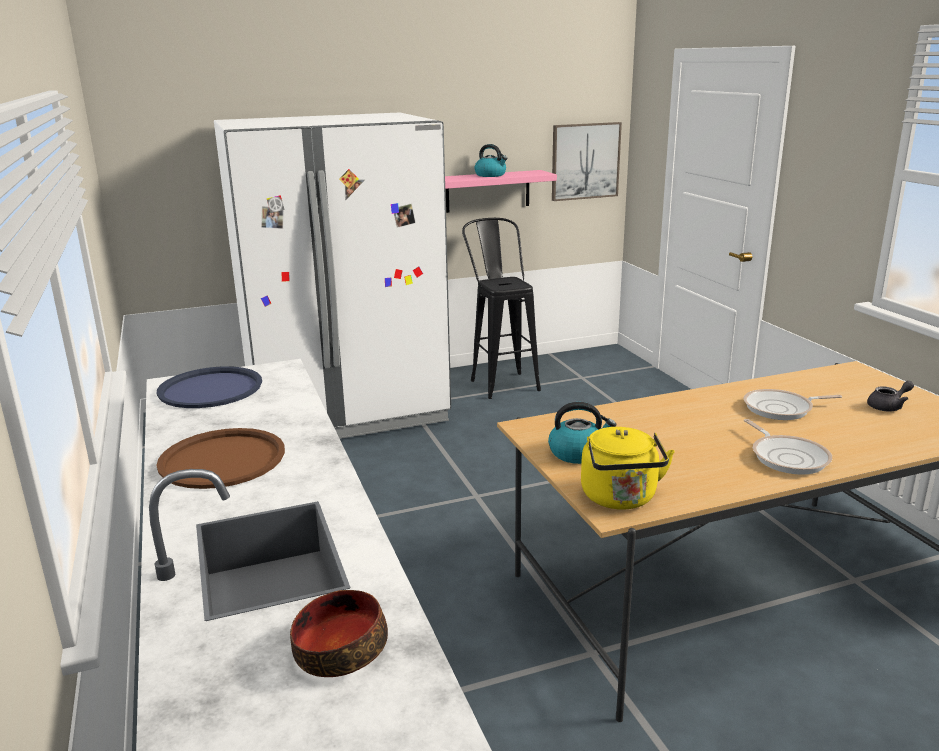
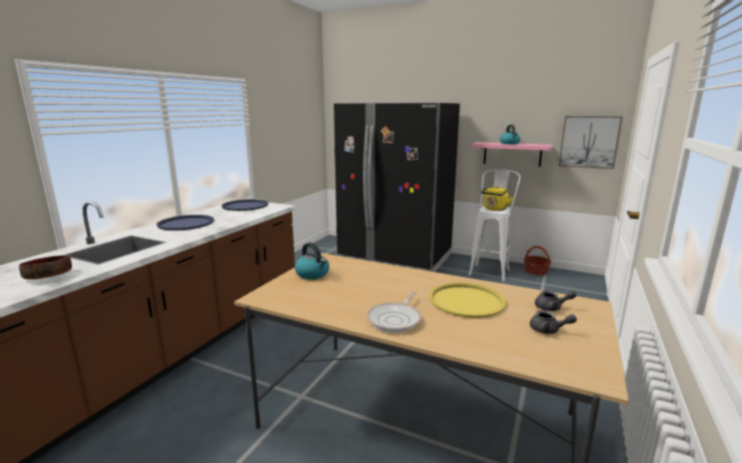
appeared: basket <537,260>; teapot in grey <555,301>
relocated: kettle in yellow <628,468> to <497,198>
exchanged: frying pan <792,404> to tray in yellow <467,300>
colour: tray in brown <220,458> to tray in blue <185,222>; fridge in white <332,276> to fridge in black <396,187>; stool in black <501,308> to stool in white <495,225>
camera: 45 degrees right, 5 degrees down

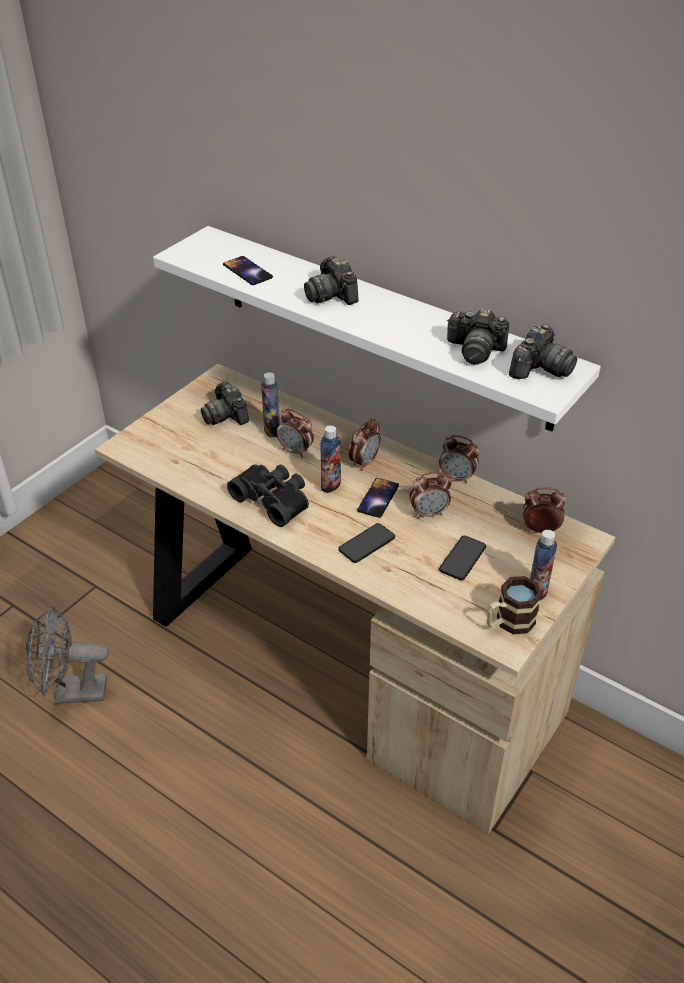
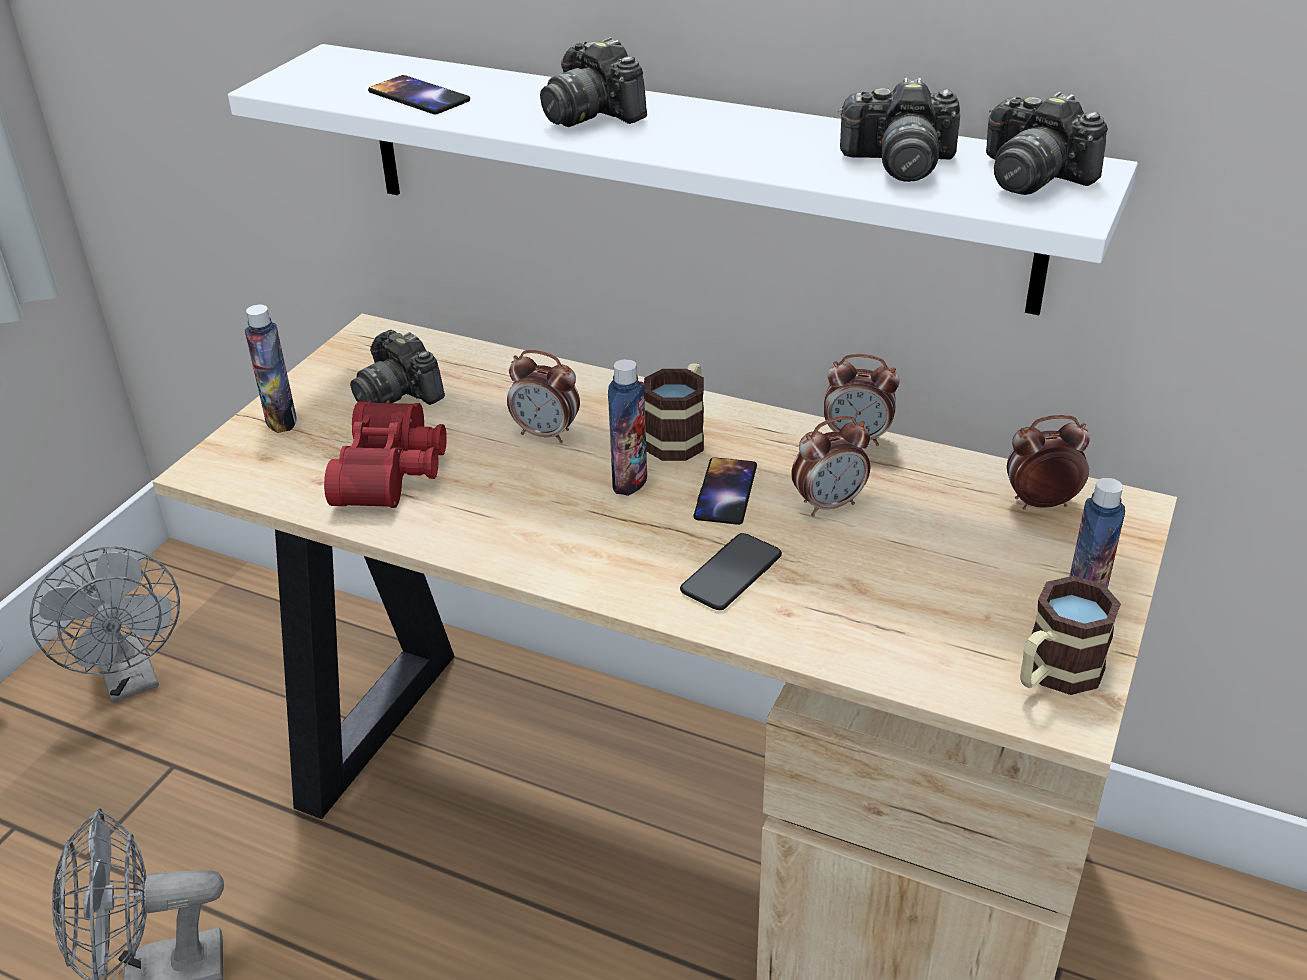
missing: binoculars in black <268,495>; phone <462,558>
appeared: fan in grey <105,624>; binoculars in red <385,455>
relocated: bottle <270,404> to <271,369>
exchanged: alarm clock <365,444> to mug <674,412>
spun: photo camera <543,351> = <1047,143> 105 degrees clockwise
camera: 10 degrees left, 5 degrees down

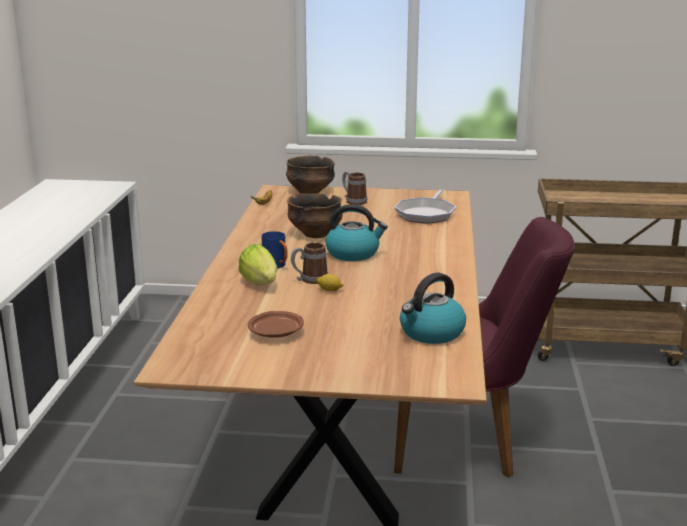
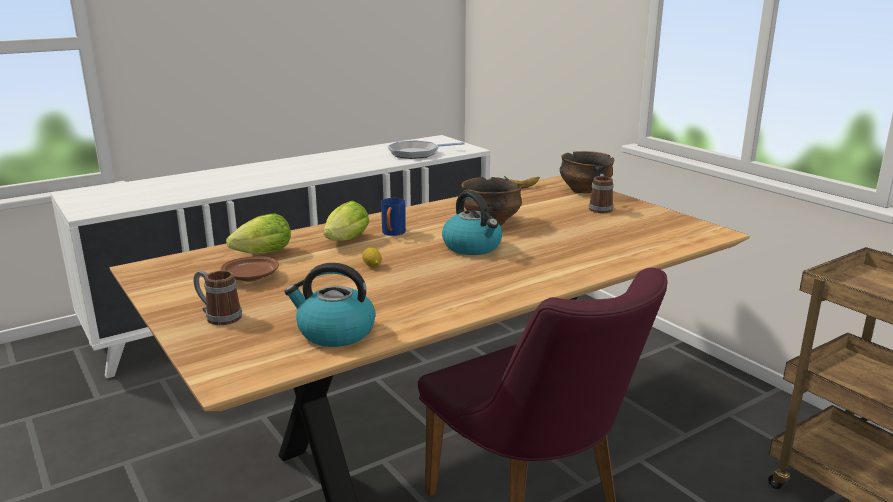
appeared: lettuce <258,233>
relocated: mug <309,263> to <217,298>; frying pan <425,206> to <426,149>
camera: 50 degrees right, 0 degrees up

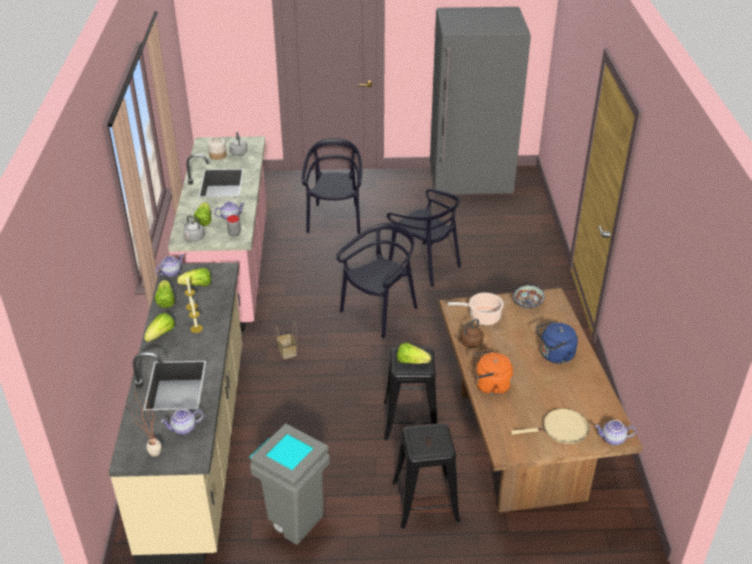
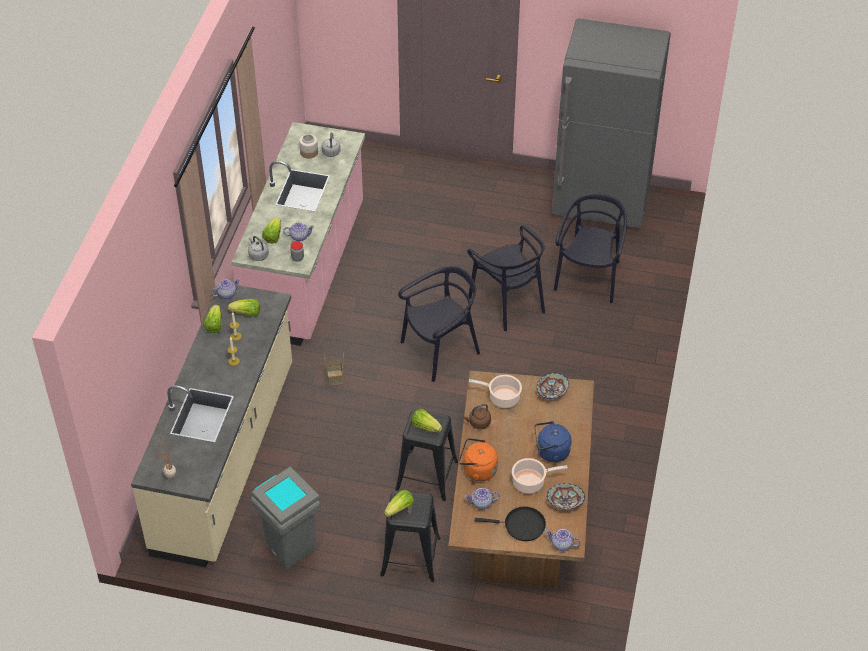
appeared: cooking pot <540,476>; bowl <566,496>
relocated: lettuce <159,327> to <399,503>; teapot <182,422> to <482,499>; chair in black <332,186> to <590,247>
colour: frying pan in beige <550,426> to frying pan in black <510,524>
camera: 15 degrees right, 10 degrees up

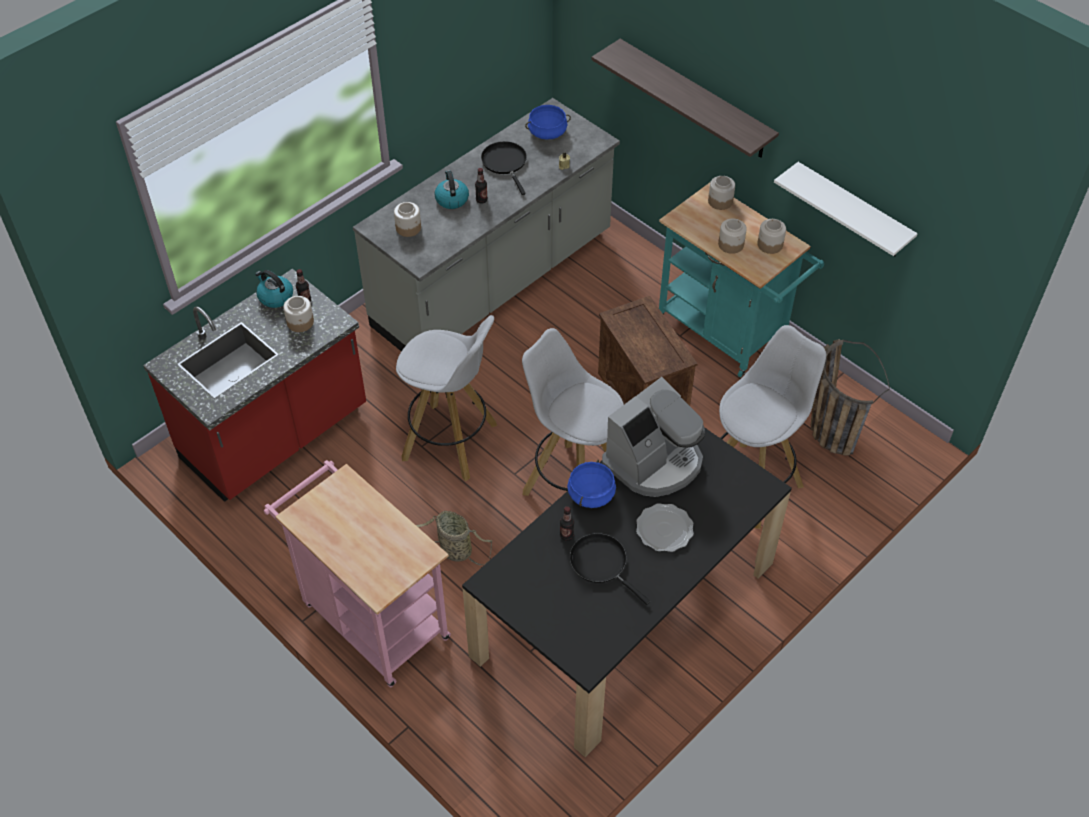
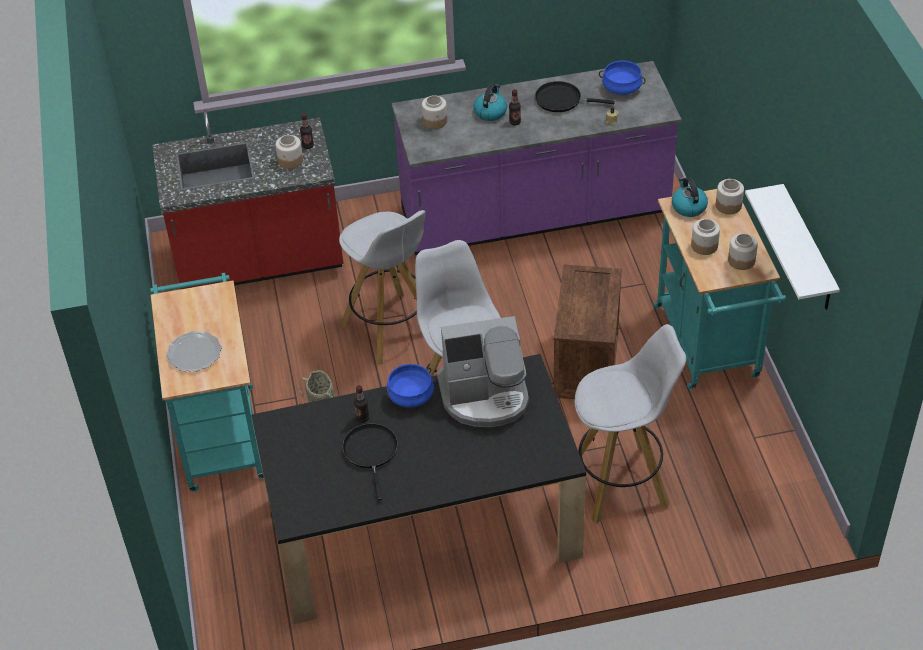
missing: shelf <685,98>; basket <850,397>
relocated: kettle <274,289> to <690,197>; plate <665,527> to <194,351>
colour: cart in pink <357,573> to cart in turquoise <207,382>; counter in grey <486,224> to counter in purple <537,158>
spun: frying pan in black <504,168> = <575,96> 90 degrees counterclockwise
camera: 35 degrees right, 5 degrees down

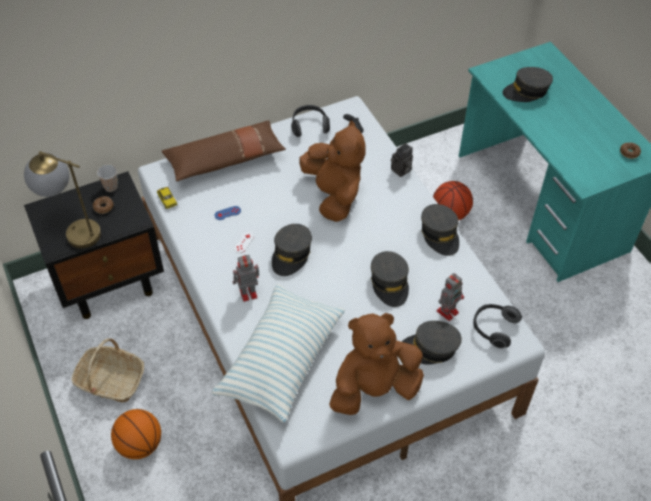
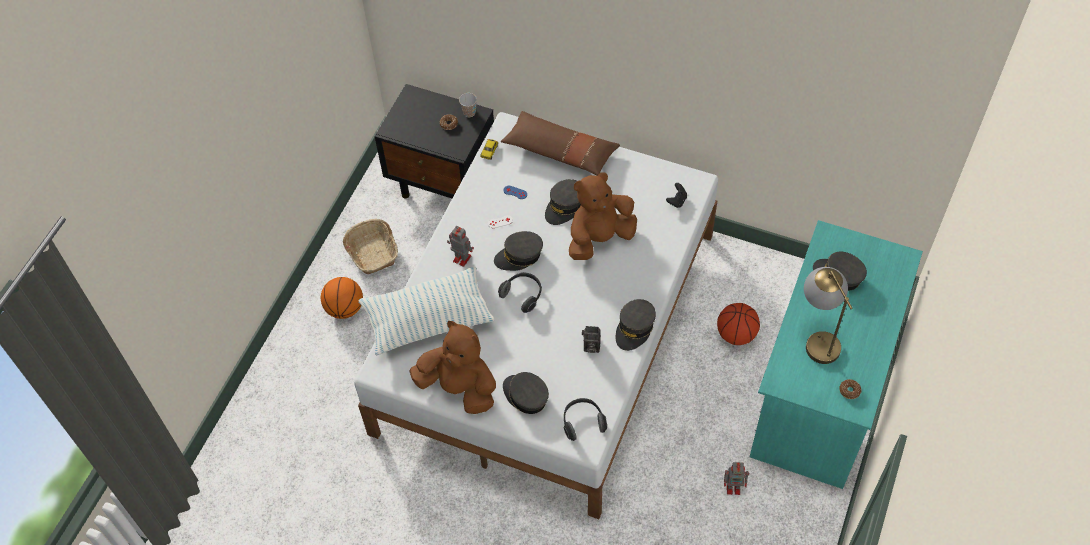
relocated: table lamp <62,199> to <828,315>; headphones <310,121> to <520,292>; cap in grey <390,279> to <563,202>; photo camera <402,160> to <591,339>; toy robot <450,297> to <737,478>
spun: plush toy in brown <332,171> = <603,216> 150 degrees counterclockwise
camera: 50 degrees right, 5 degrees up

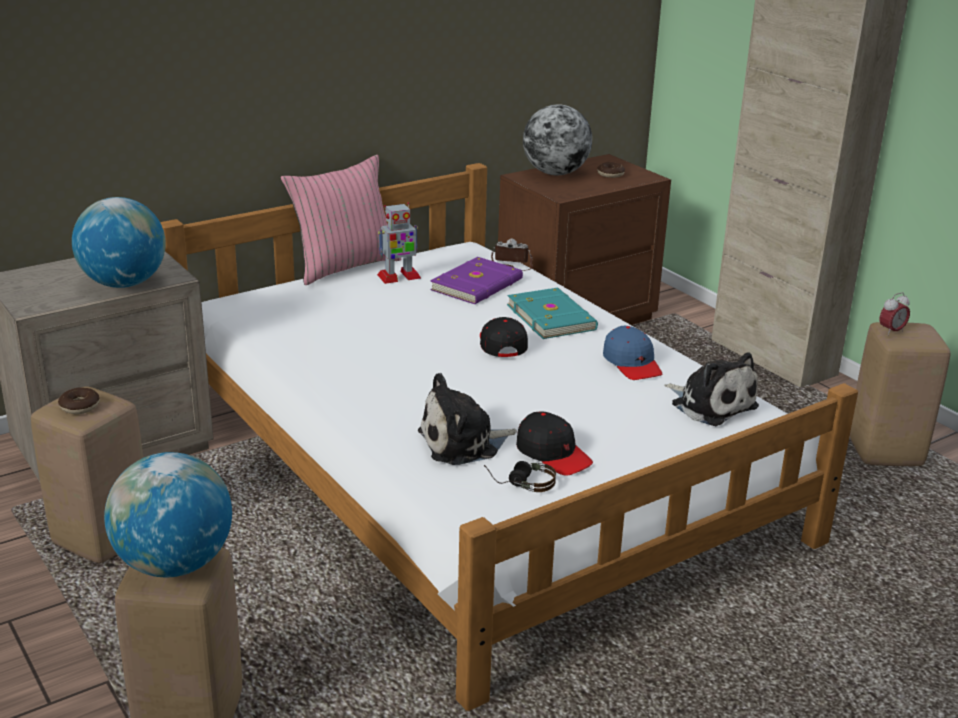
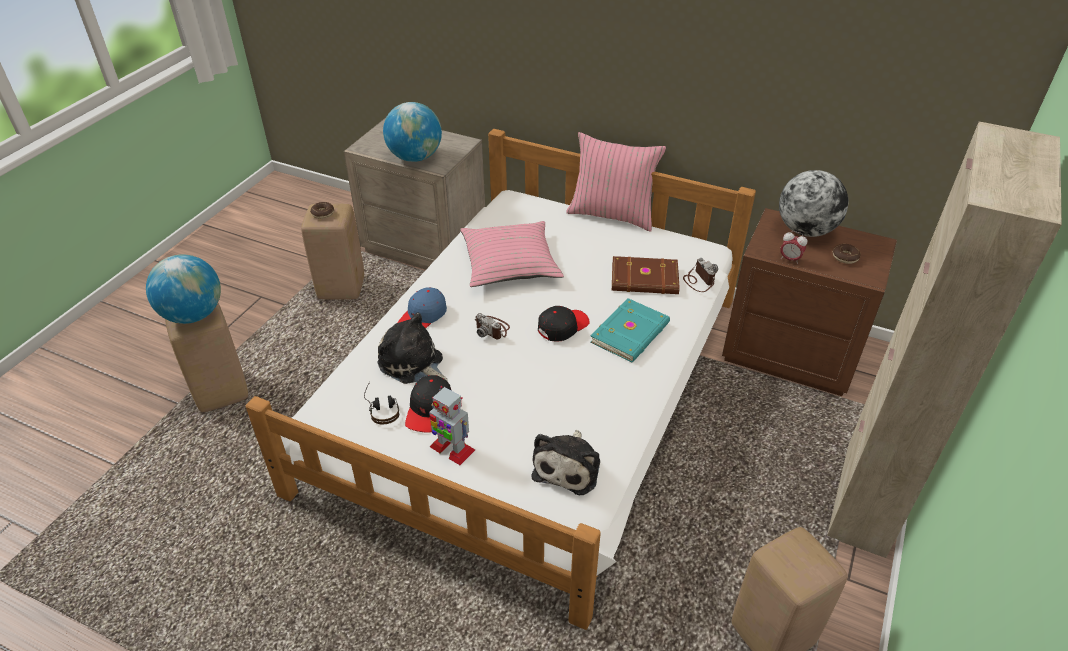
appeared: pillow in pink <512,254>; photo camera <492,326>
relocated: toy robot <399,243> to <452,425>; cap in blue <632,353> to <422,307>; alarm clock <894,314> to <794,247>
colour: book in purple <476,280> to book in brown <646,275>
camera: 60 degrees right, 15 degrees up

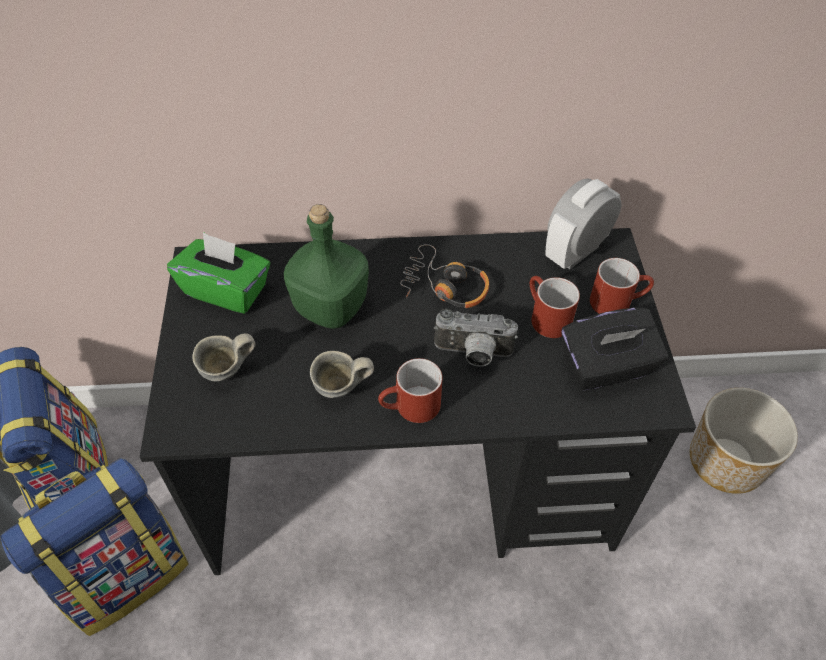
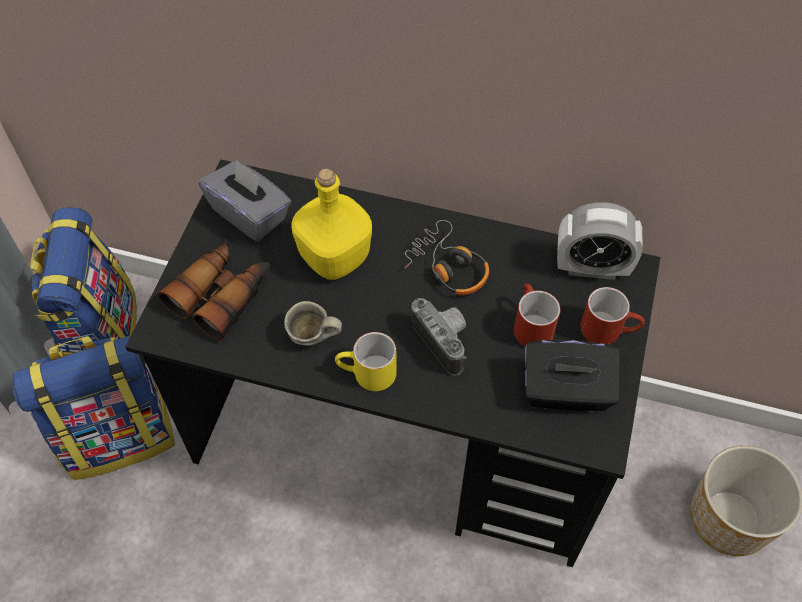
exchanged: mug in grey <223,357> to binoculars <214,290>
colour: tissue box in green <218,273> to tissue box in grey <245,200>; bottle in green <326,266> to bottle in yellow <331,224>; mug in red <410,390> to mug in yellow <366,361>
spun: photo camera <476,338> = <438,337> 150 degrees counterclockwise; alarm clock <583,223> = <600,241> 150 degrees counterclockwise
camera: 20 degrees right, 5 degrees up

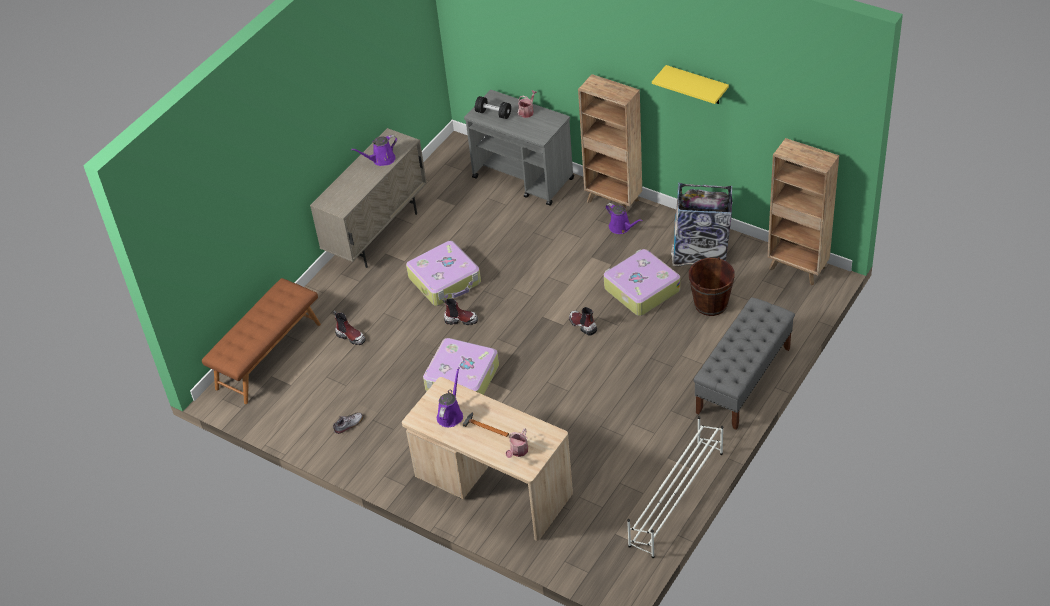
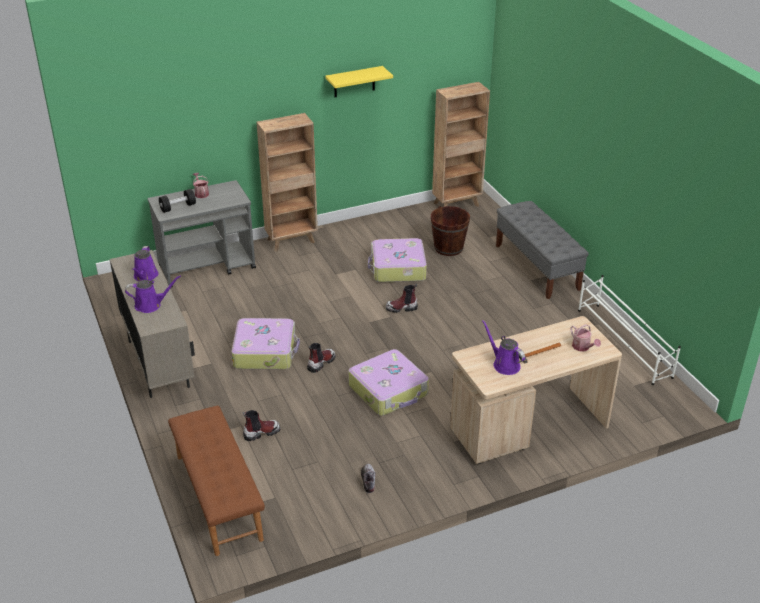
missing: trash can <702,224>
relocated: watering can in purple <624,218> to <153,294>
camera: 60 degrees left, 10 degrees down

